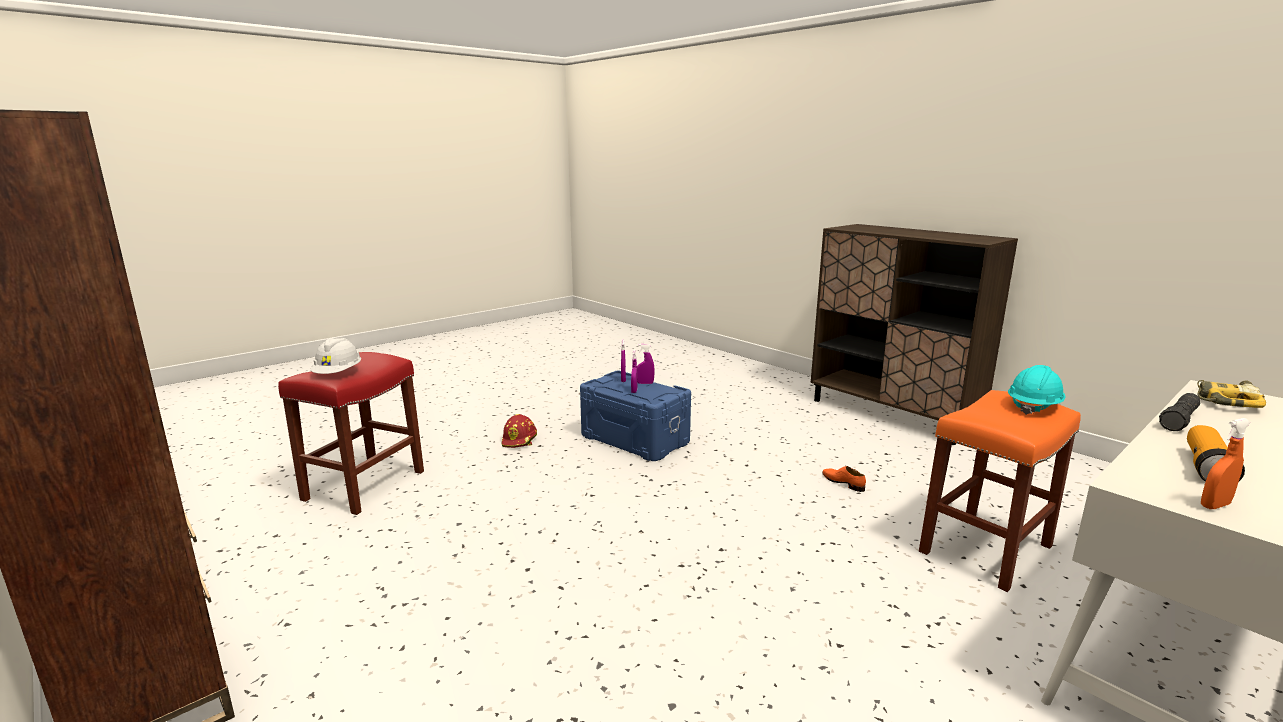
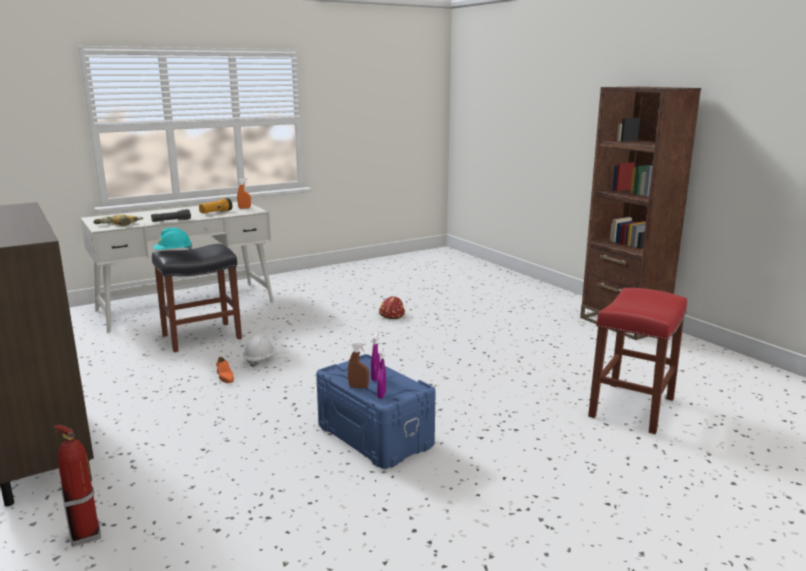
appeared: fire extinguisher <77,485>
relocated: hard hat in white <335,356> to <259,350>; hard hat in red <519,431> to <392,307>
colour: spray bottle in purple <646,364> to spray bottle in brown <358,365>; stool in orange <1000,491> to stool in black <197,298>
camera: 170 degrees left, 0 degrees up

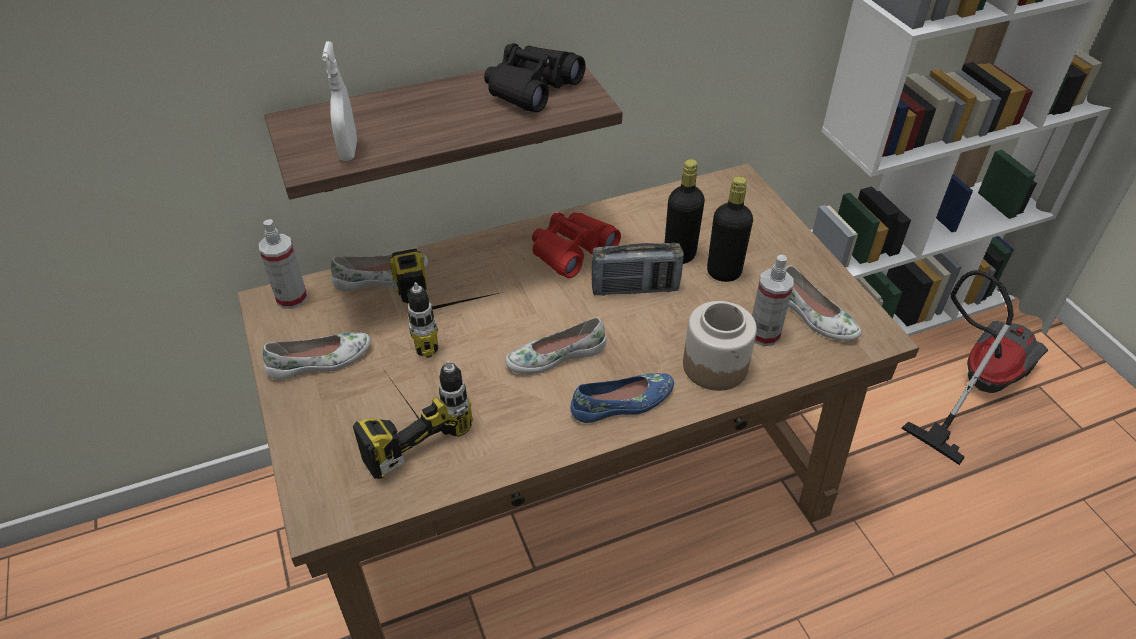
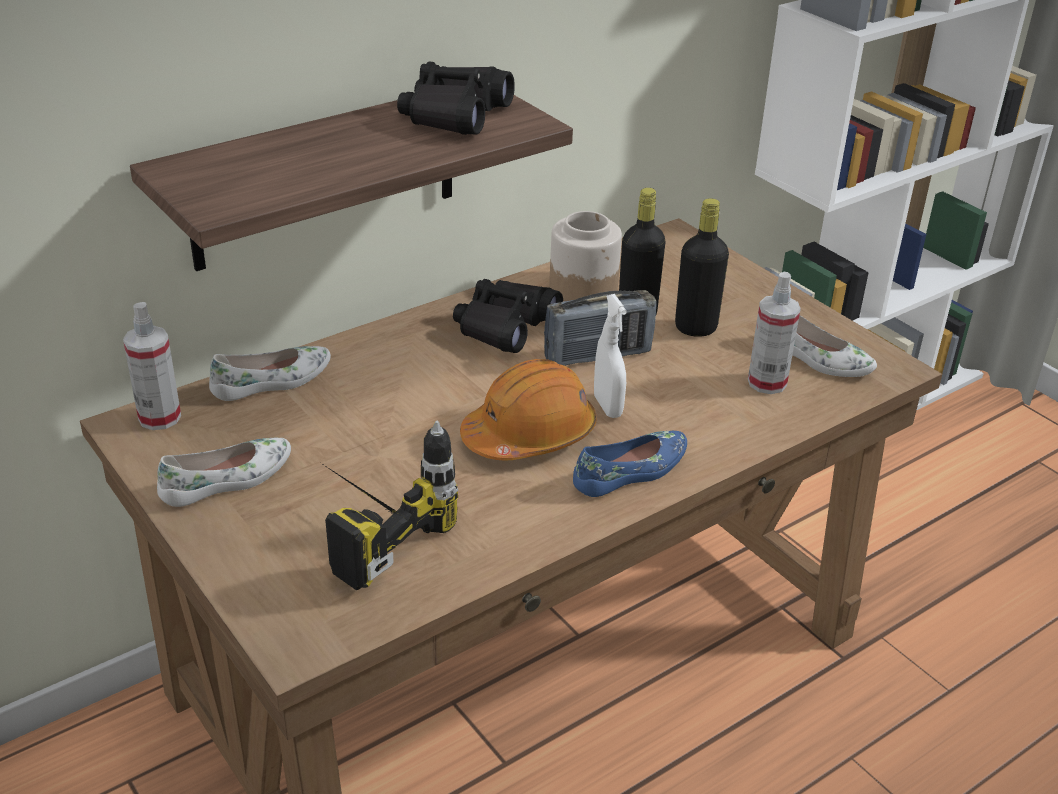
missing: power drill <446,303>; vacuum cleaner <974,367>
relocated: spray bottle in white <339,101> to <610,356>; jar <720,346> to <585,256>
exchanged: shoe in white <556,345> to hard hat in orange <528,409>
colour: binoculars in red <576,245> to binoculars in black <508,316>
camera: 15 degrees left, 10 degrees down

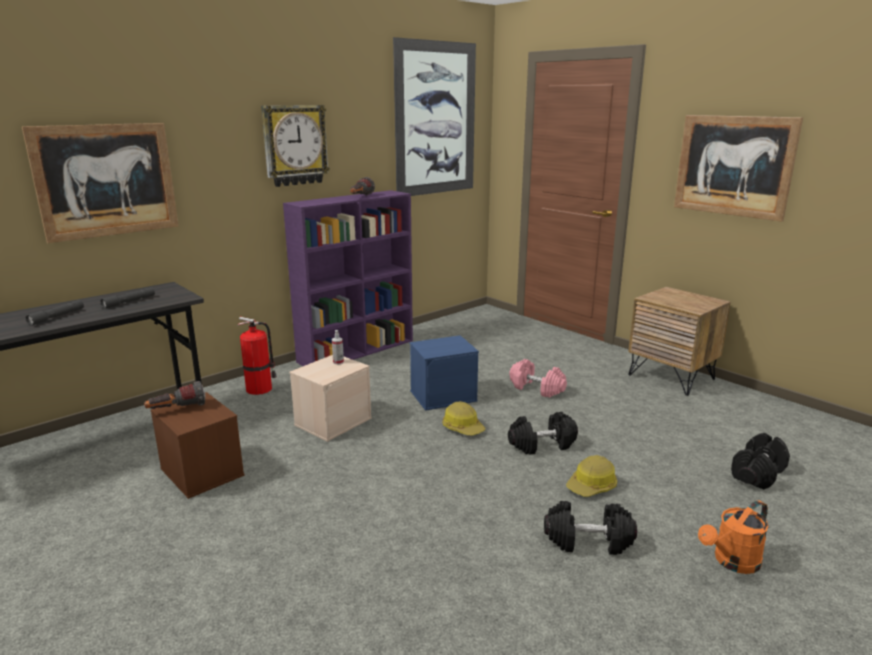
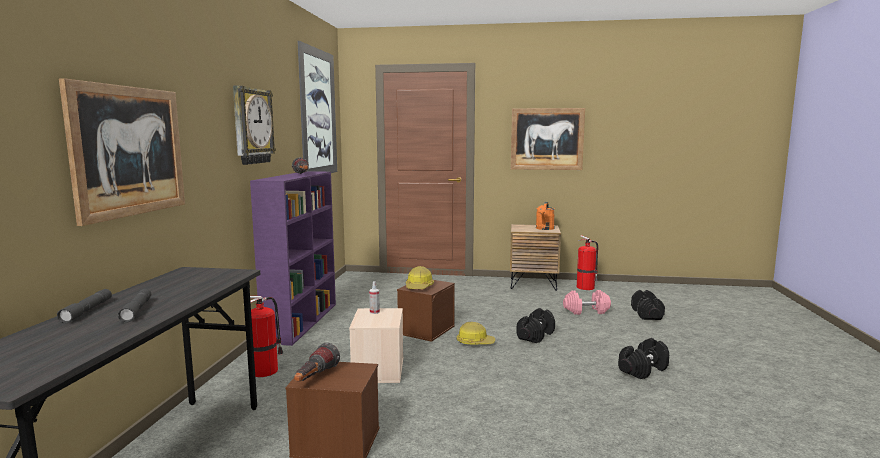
appeared: fire extinguisher <587,262>
relocated: flashlight in grey <127,298> to <84,306>; dumbbell in pink <538,378> to <587,302>; hard hat <591,476> to <420,277>; watering can in orange <733,537> to <545,216>
colour: storage box in blue <444,373> to storage box in brown <426,311>
camera: 40 degrees left, 10 degrees down

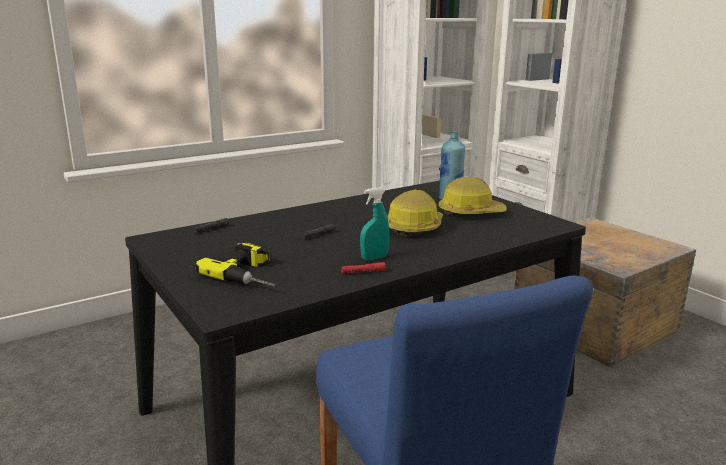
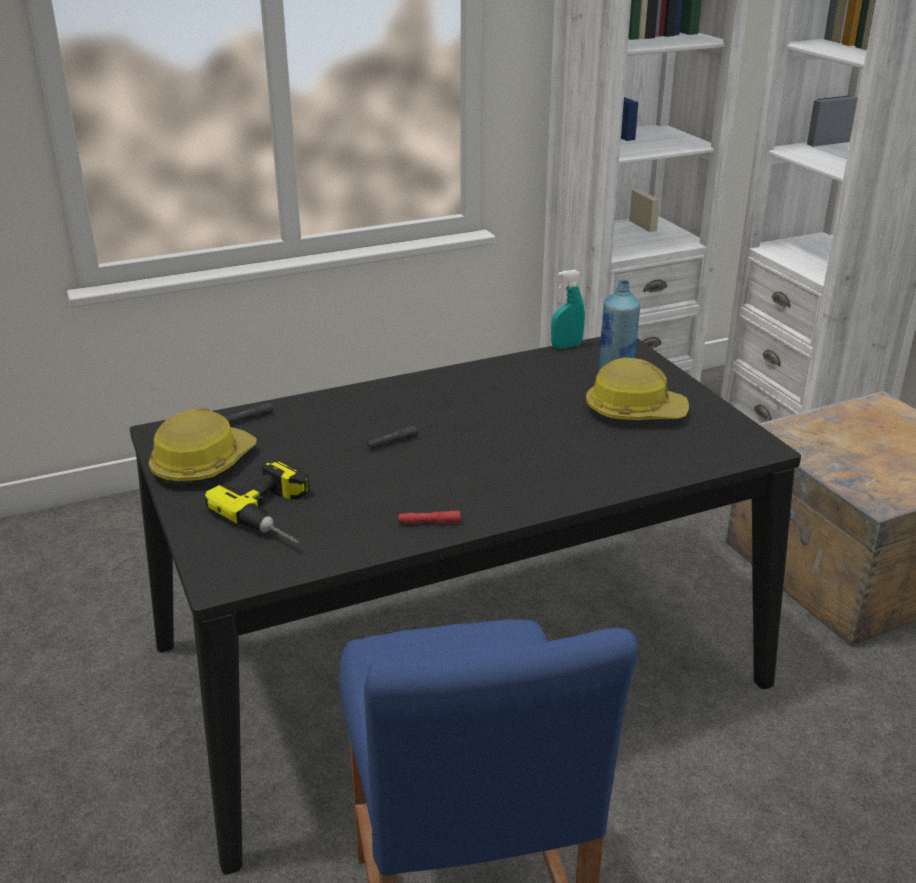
relocated: spray bottle in turquoise <374,223> to <568,309>; hard hat <415,213> to <203,447>
camera: 10 degrees right, 10 degrees up

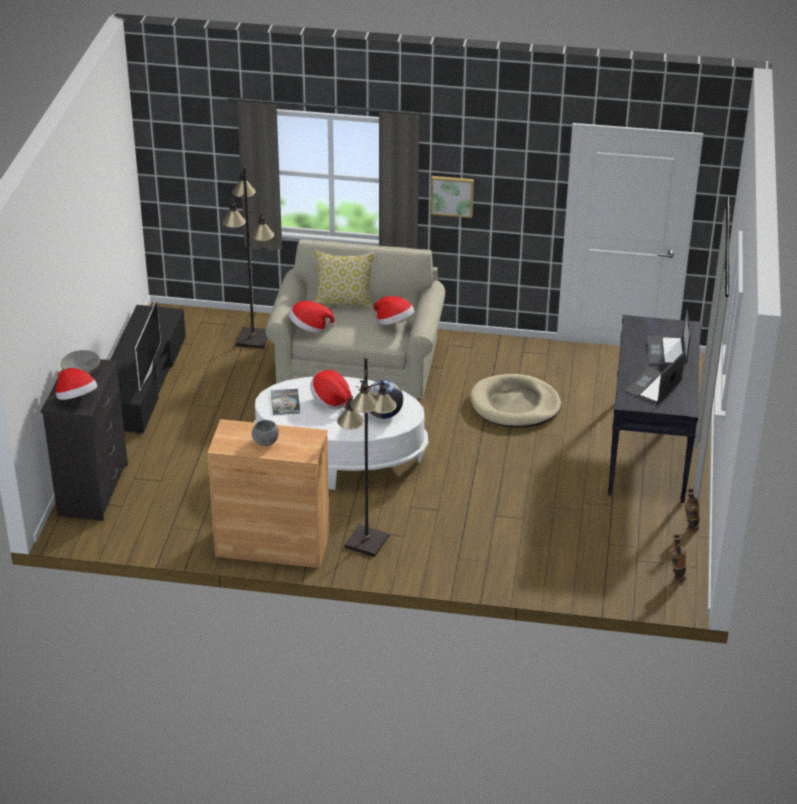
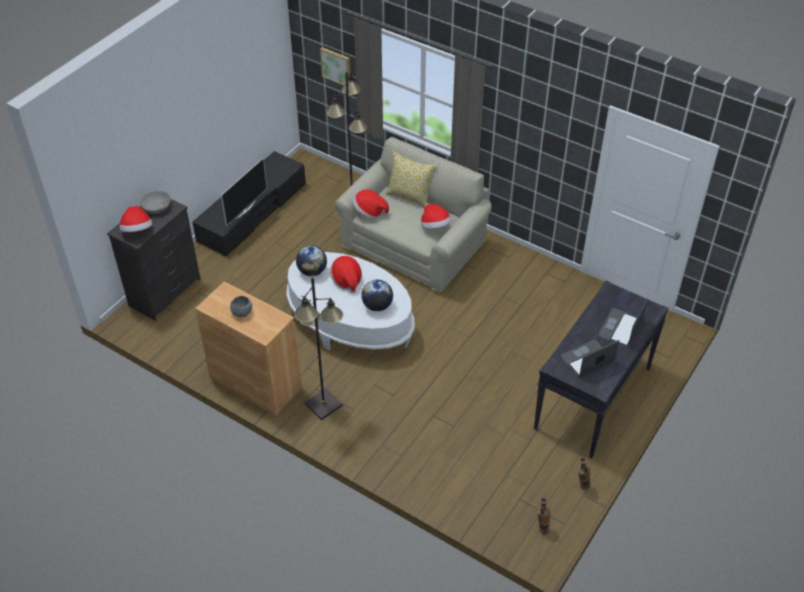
missing: dog bed in beige <515,401>
relocated: picture <452,197> to <335,66>
exchanged: book <285,402> to globe <311,260>
camera: 25 degrees right, 10 degrees up

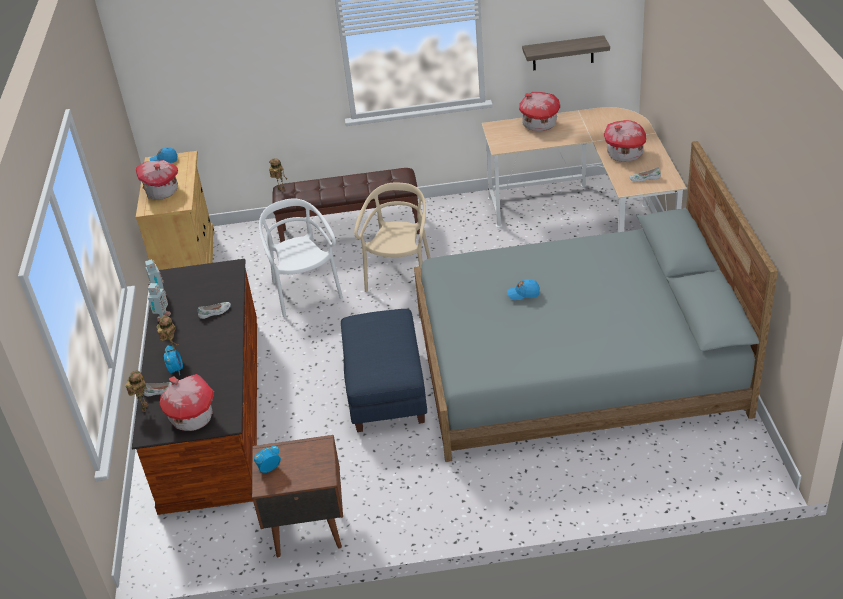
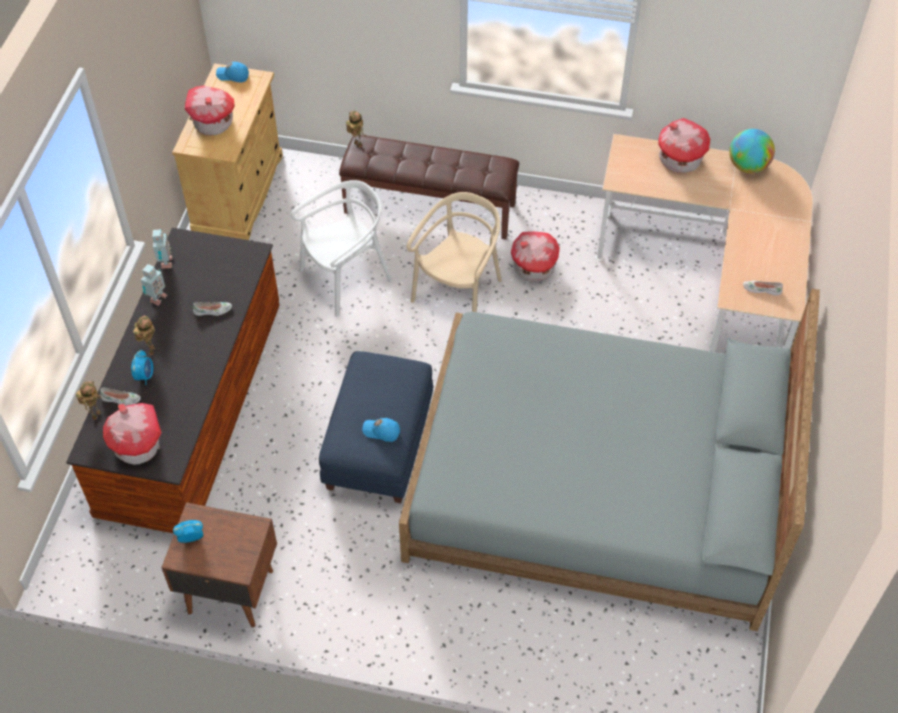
missing: shelf <566,52>
appeared: globe <752,151>
relocated: cap in blue <523,289> to <381,430>; toy house <625,140> to <535,256>
spun: chair in white <301,258> = <341,248> 60 degrees clockwise
camera: 15 degrees right, 15 degrees up

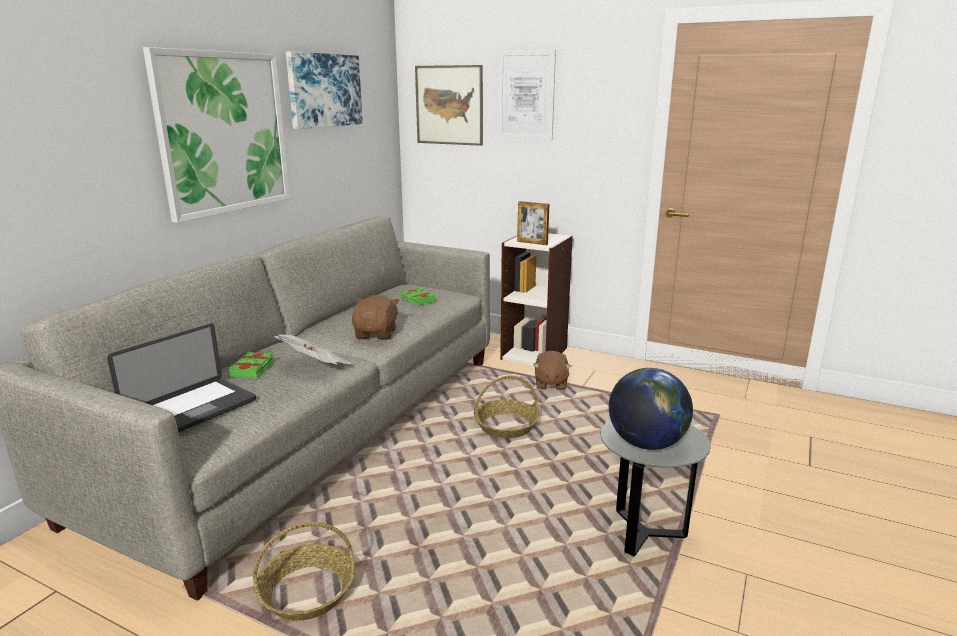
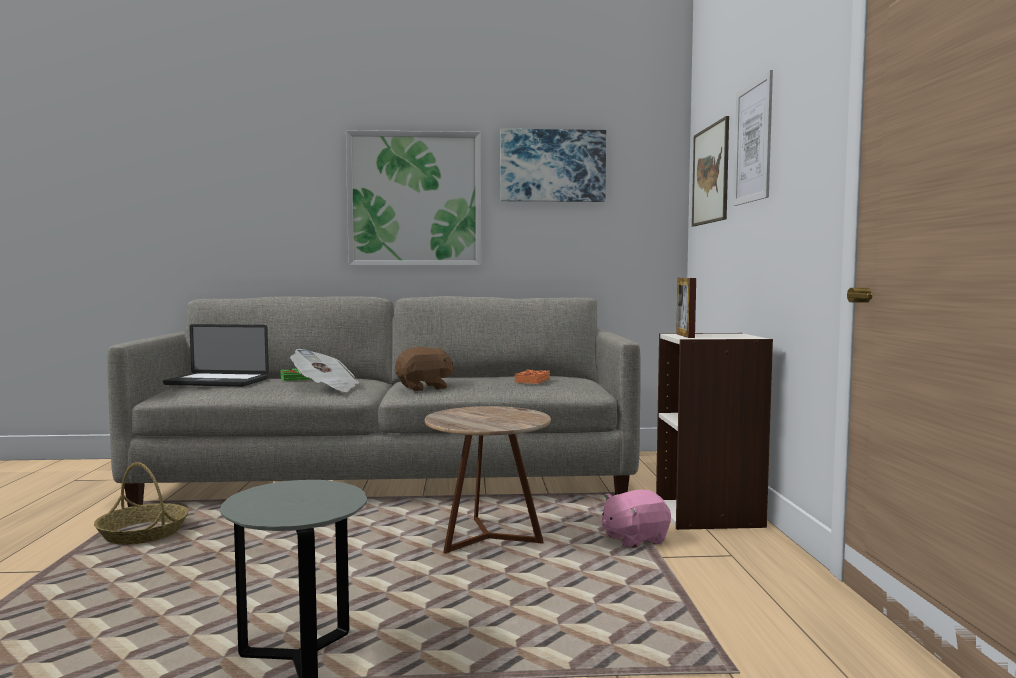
missing: globe <651,409>
exchanged: basket <506,407> to side table in brown <488,480>
colour: book in green <418,296> to book in orange <532,377>; plush toy in brown <552,370> to plush toy in pink <636,519>
camera: 60 degrees right, 15 degrees down

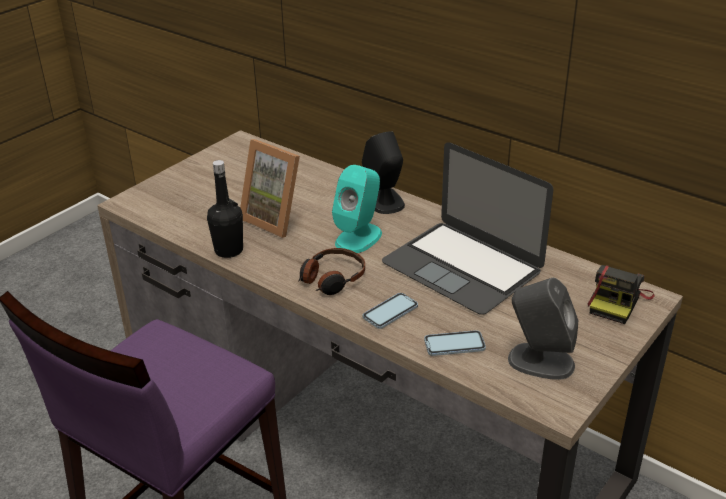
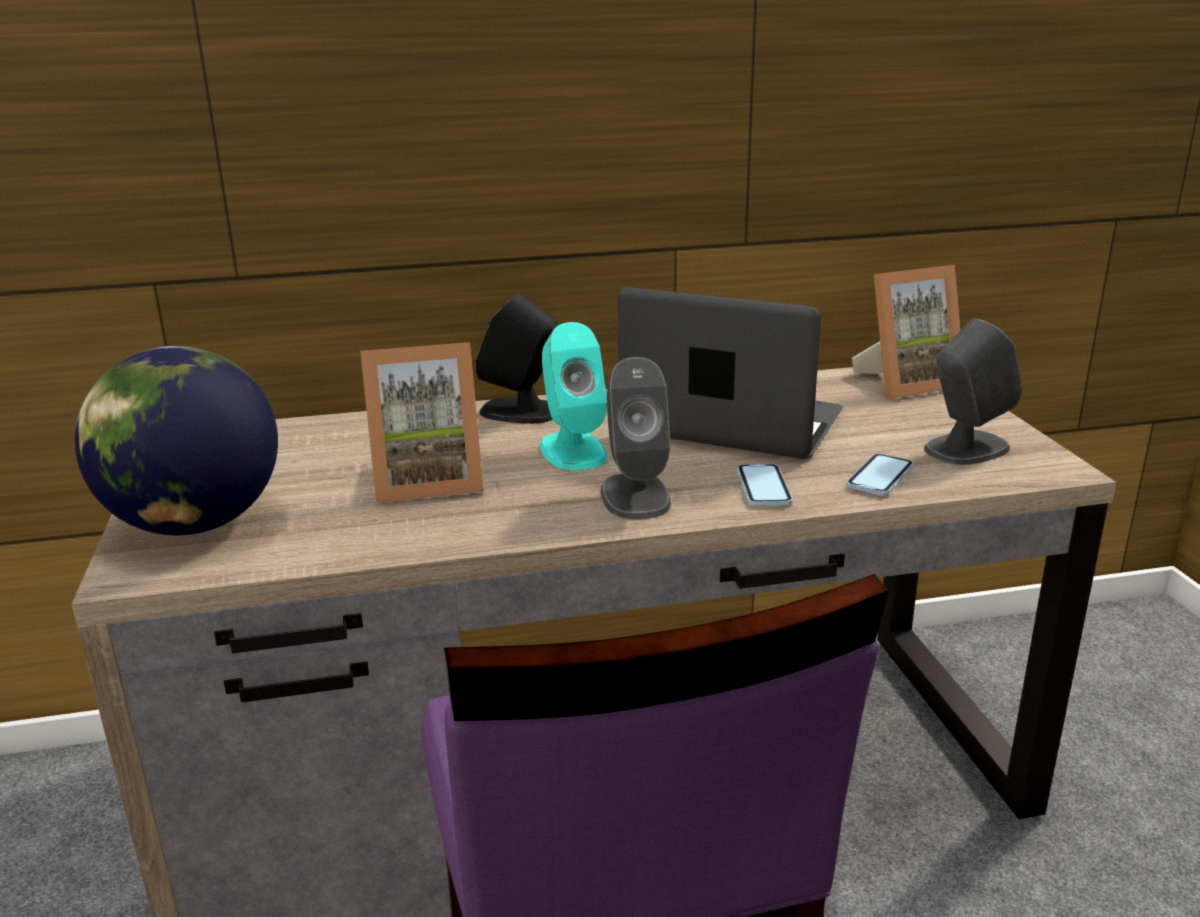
missing: bottle in black <225,209>
appeared: globe <176,440>
exchanged: headphones <331,271> to speaker in grey <636,438>; photo camera <621,294> to picture frame <906,332>
spun: laptop <467,228> = <730,373> 150 degrees counterclockwise
camera: 50 degrees left, 10 degrees down

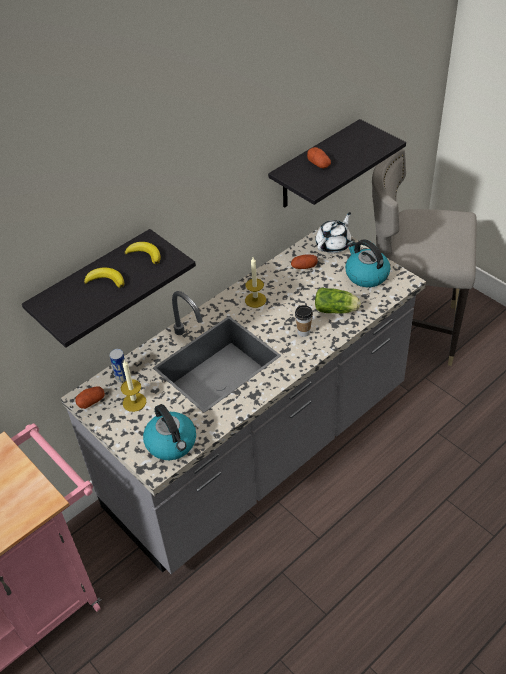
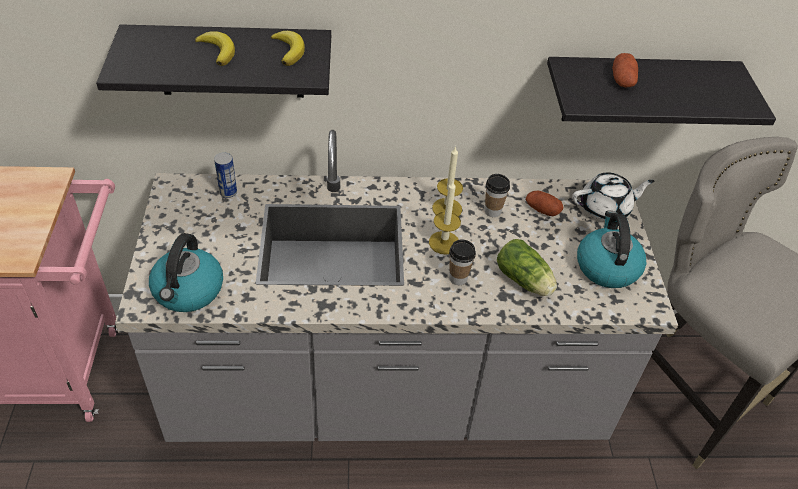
missing: potato <90,397>
appeared: cup <497,195>
relocated: candle <133,386> to <445,218>
camera: 35 degrees right, 0 degrees up

